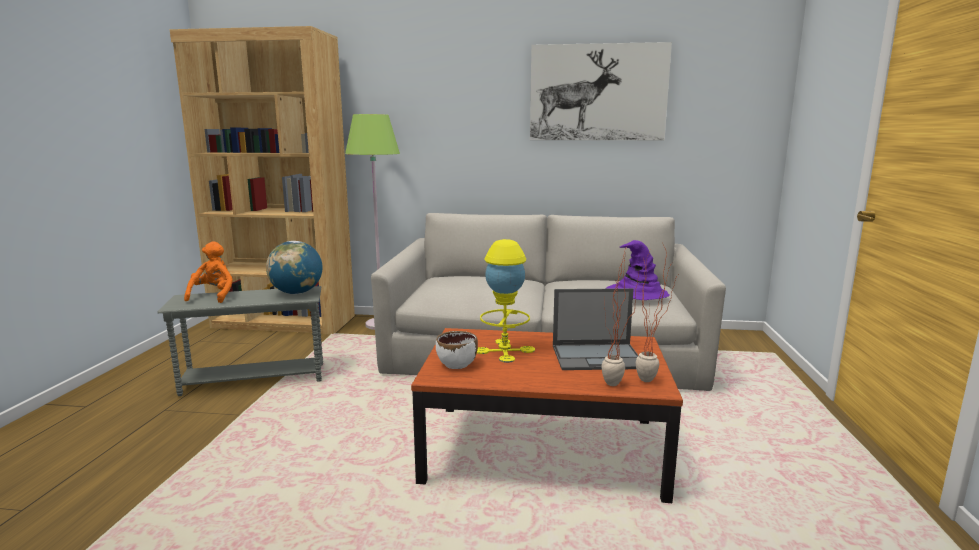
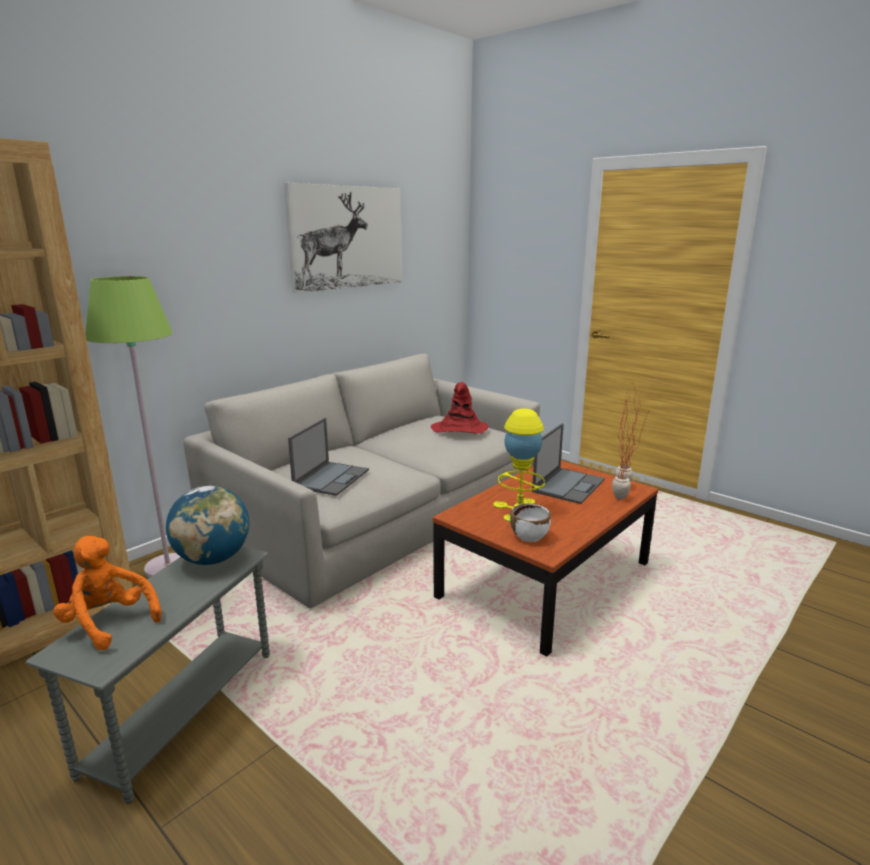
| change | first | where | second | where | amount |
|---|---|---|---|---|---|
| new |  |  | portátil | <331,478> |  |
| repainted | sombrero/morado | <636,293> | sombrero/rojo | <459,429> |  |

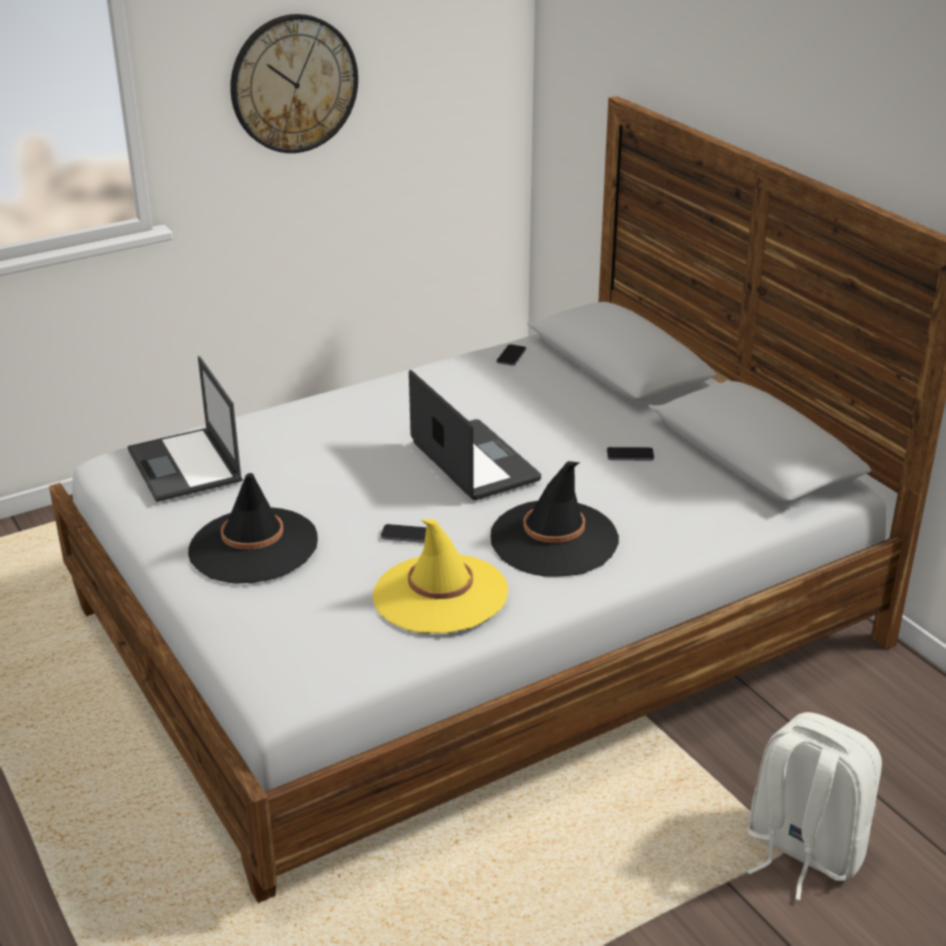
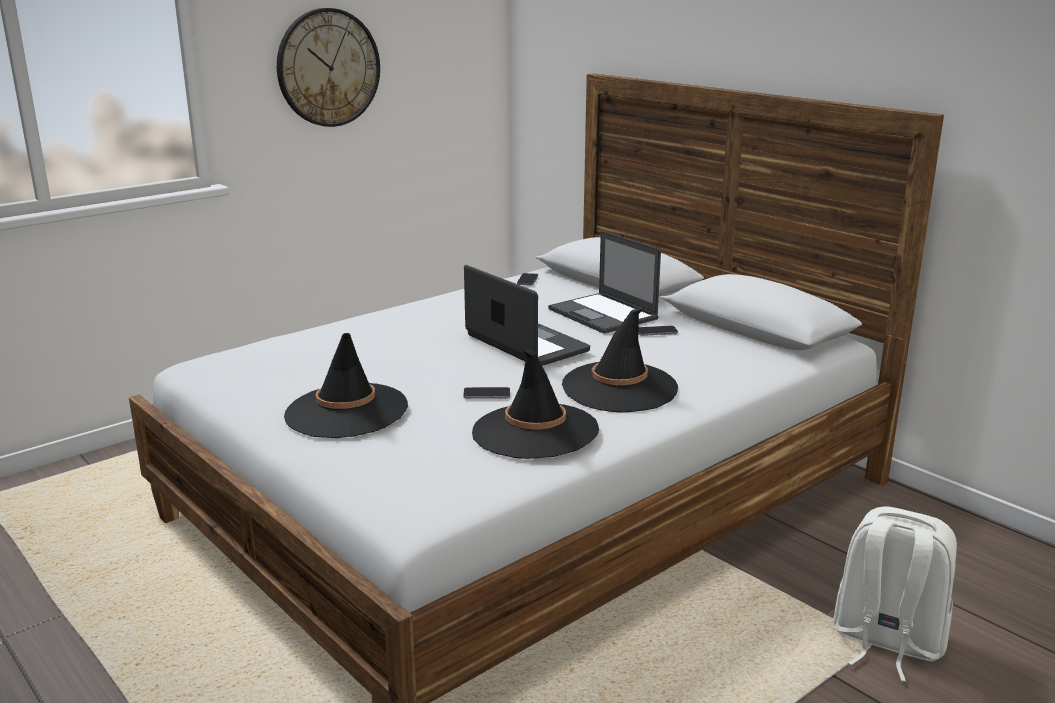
| change | first | where | second | where | amount |
|---|---|---|---|---|---|
| repainted | sombrero/amarillo | <440,594> | sombrero/negro | <535,431> |  |
| shifted | portátil | <185,466> |  | <604,314> |  |

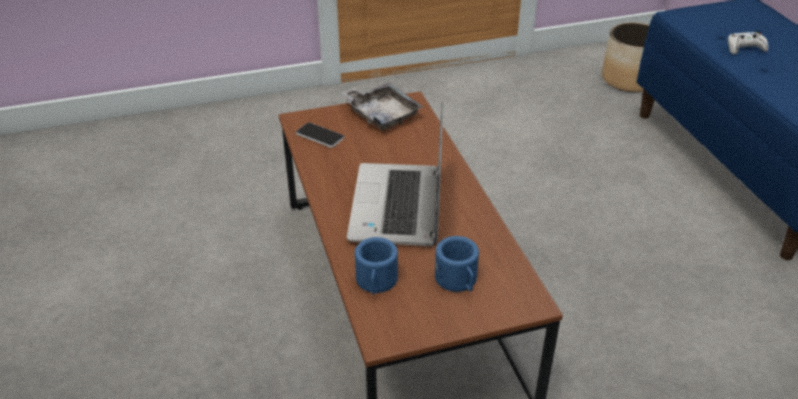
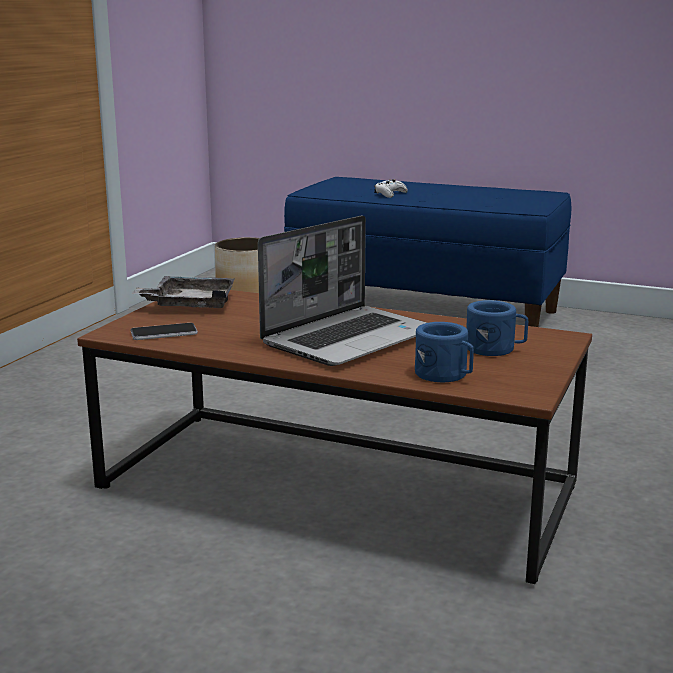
| change | first | where | second | where | amount |
|---|---|---|---|---|---|
| rotated | portátil | <398,207> |  | <350,338> | 90 degrees counterclockwise |

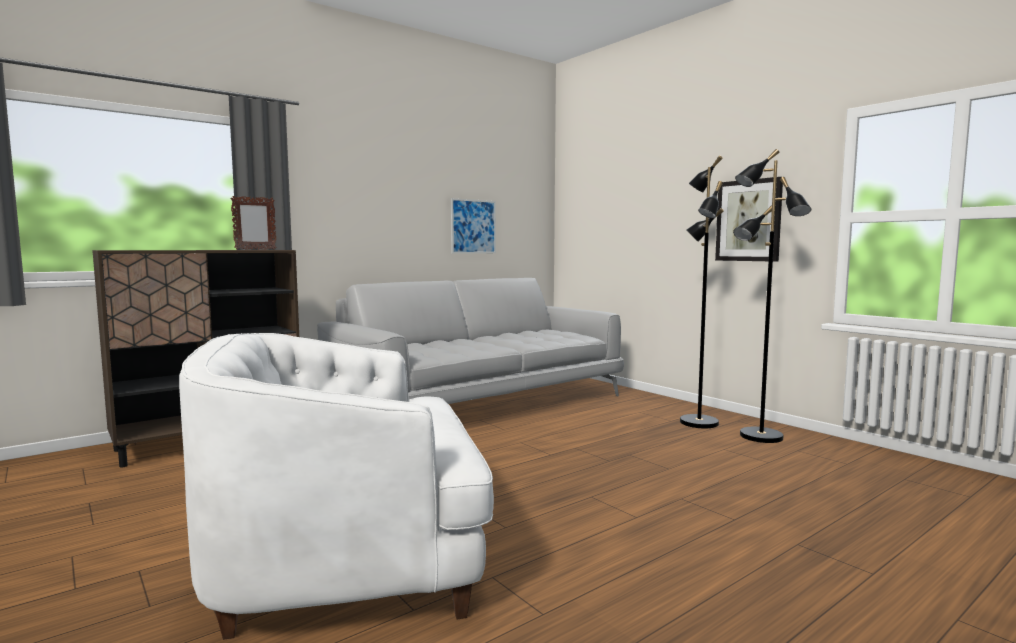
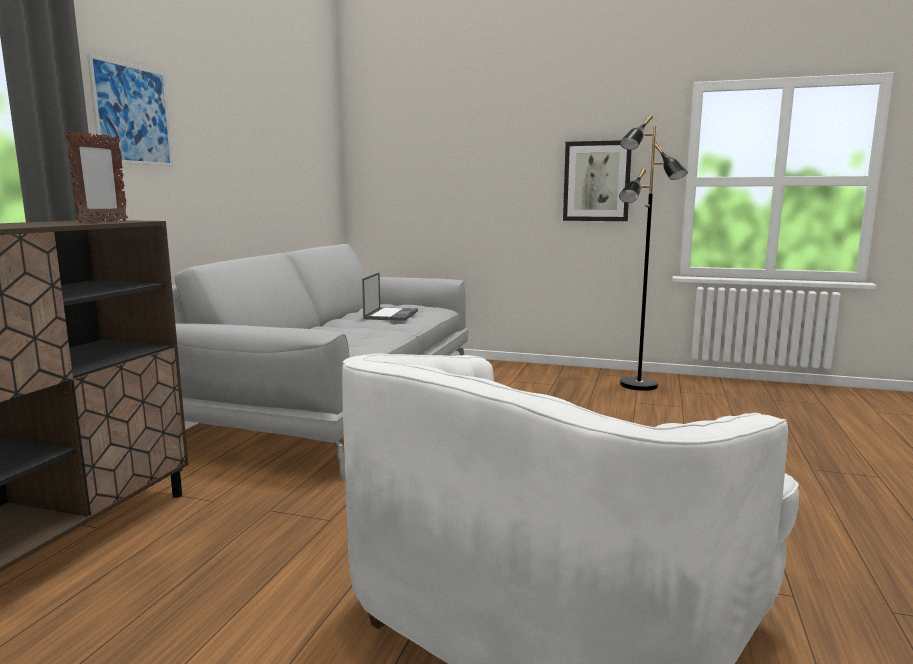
| change | first | where | second | where | amount |
|---|---|---|---|---|---|
| shifted | cuadro | <473,226> |  | <132,115> |  |
| new |  |  | portátil | <391,315> |  |
| gone | lámpara de pie/negro | <697,422> |  |  |  |

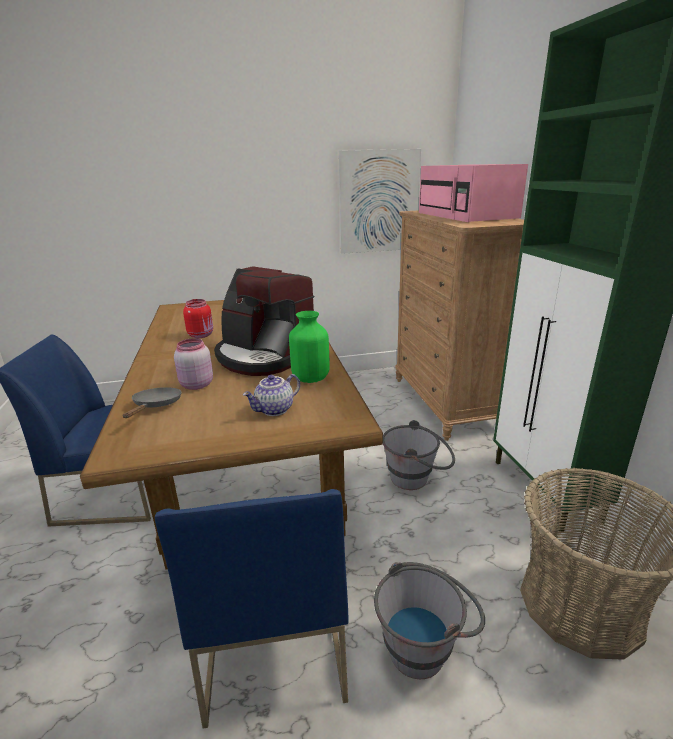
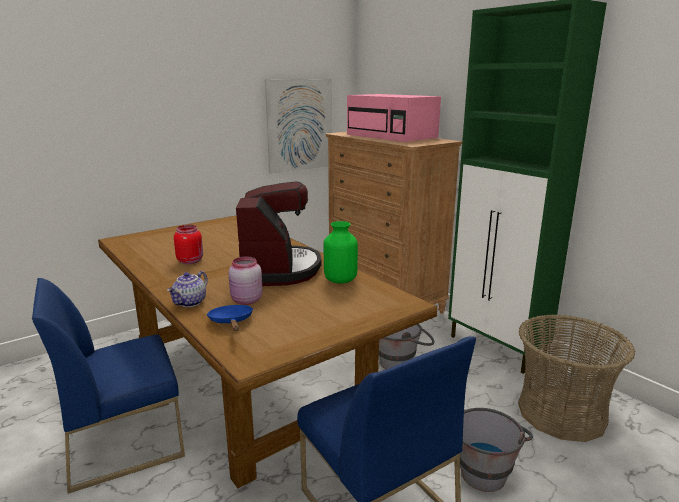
| change | first | where | second | where | amount |
|---|---|---|---|---|---|
| shifted | tetera | <274,410> |  | <190,303> |  |
| repainted | sartén/gris | <156,406> | sartén/azul | <231,322> |  |
| rotated | cafetera | <264,356> |  | <278,270> | 105 degrees counterclockwise |

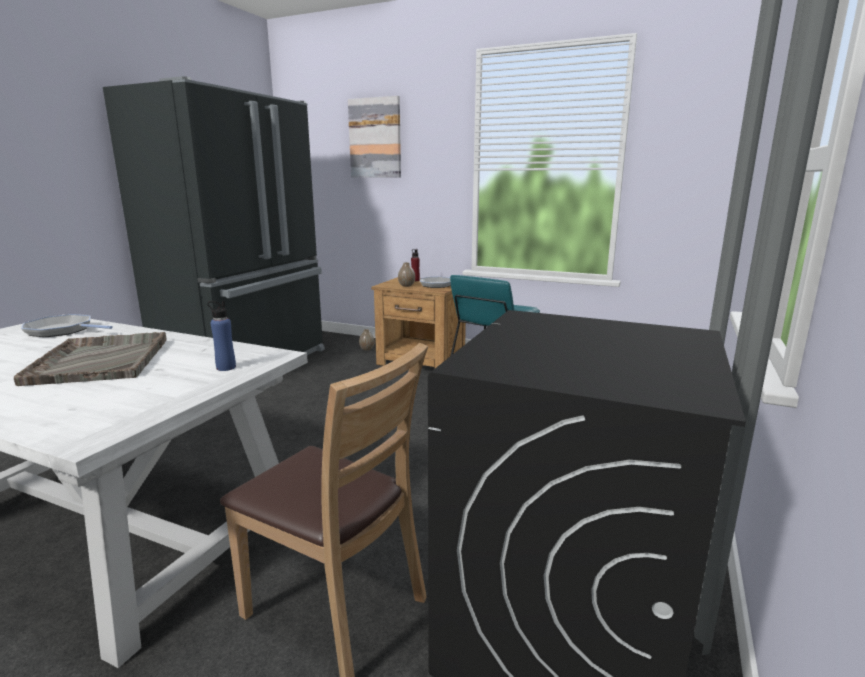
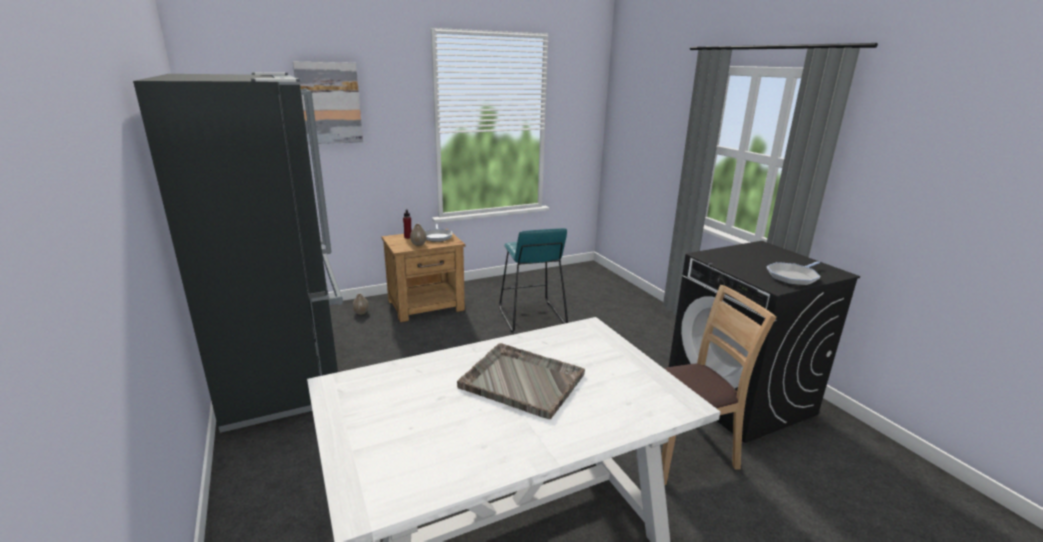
| change | first | where | second | where | amount |
|---|---|---|---|---|---|
| shifted | sartén | <62,330> |  | <793,277> |  |
| gone | botella/azul | <226,367> |  |  |  |

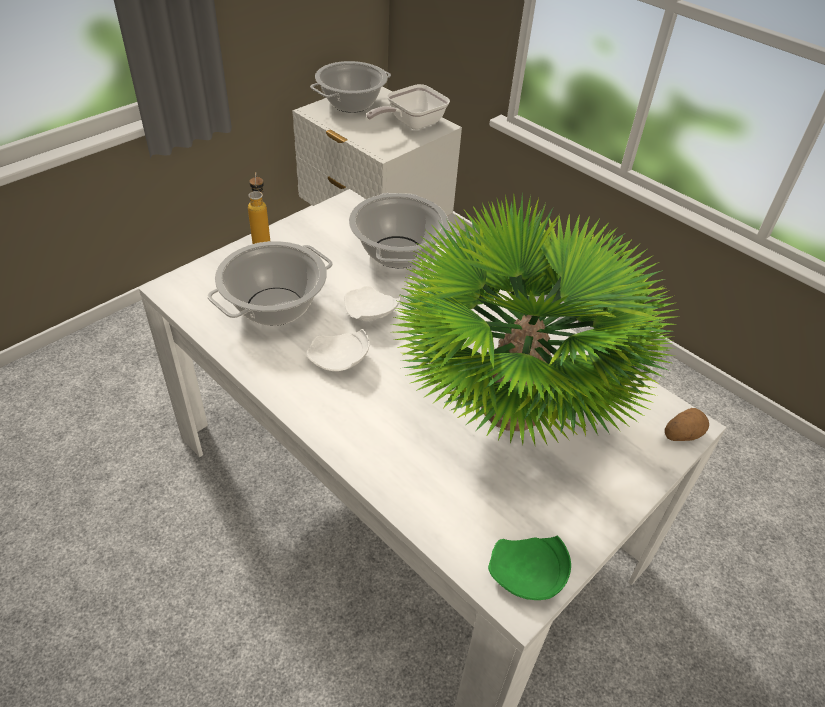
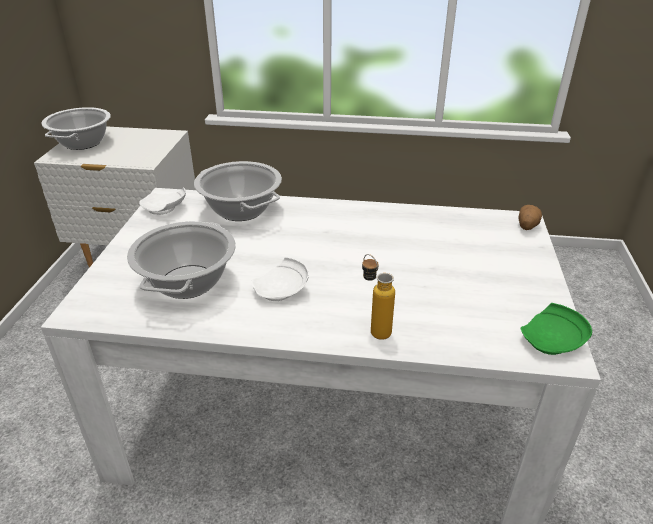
| change | first | where | second | where | amount |
|---|---|---|---|---|---|
| shifted | plato/blanco | <369,313> |  | <165,209> |  |
| shifted | botella | <262,241> |  | <374,329> |  |
| gone | sartén | <411,124> |  |  |  |
| gone | planta en maceta | <511,406> |  |  |  |

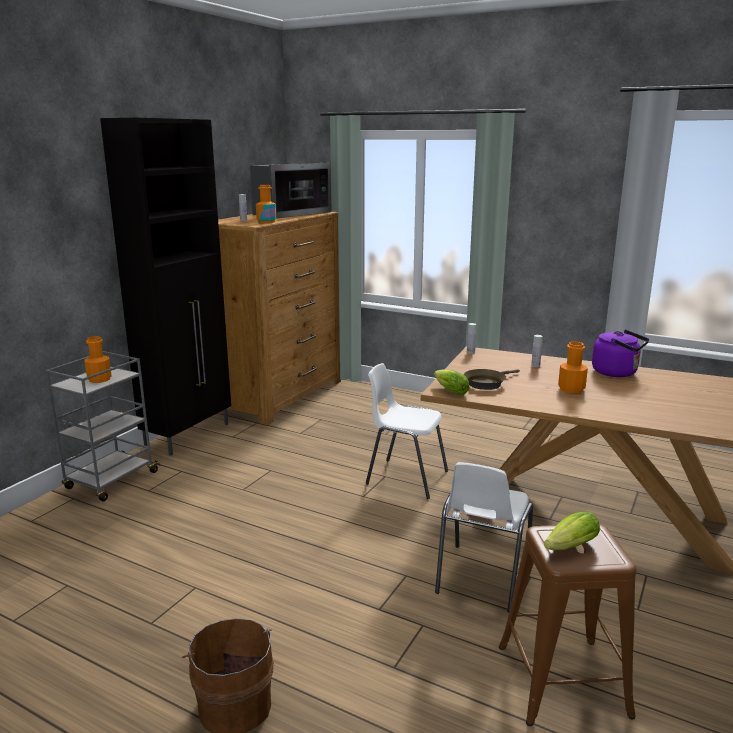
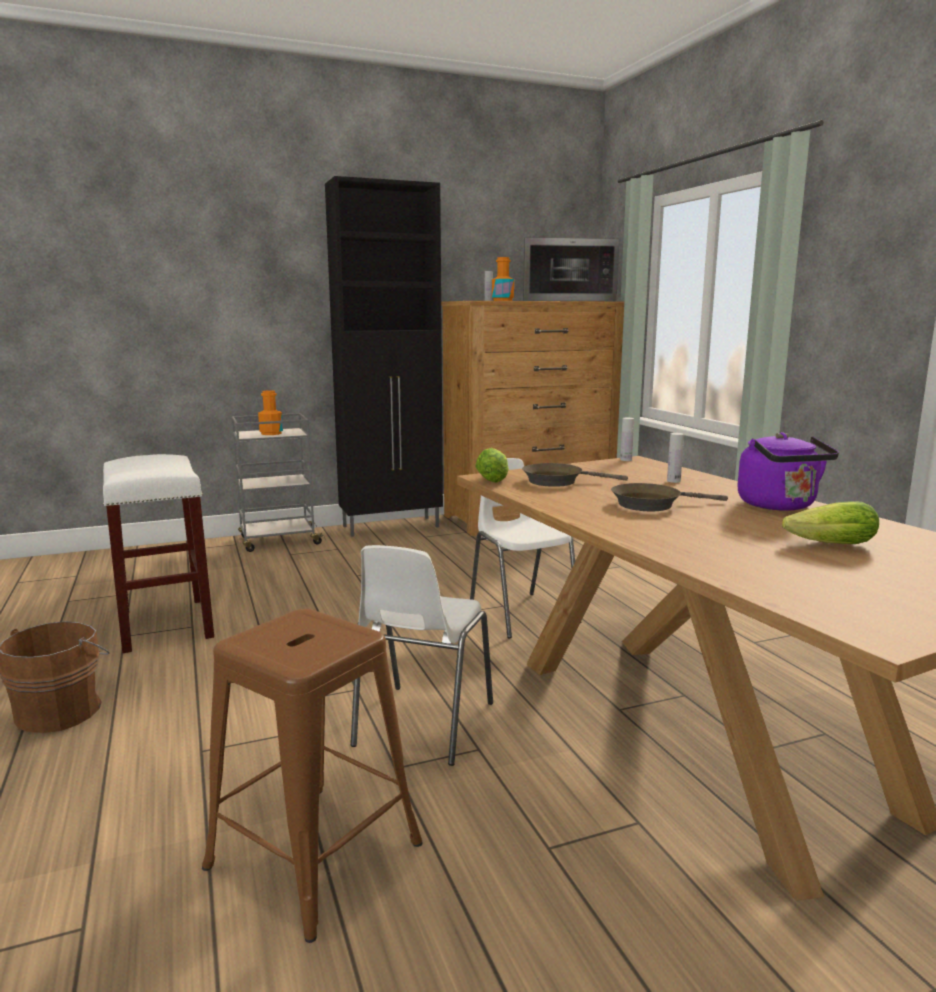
| change | first | where | second | where | amount |
|---|---|---|---|---|---|
| new |  |  | taburete/blanco | <164,624> |  |
| rotated | silla/blanco | <481,579> |  | <421,725> | 45 degrees counterclockwise |
| swapped | botella/naranja | <571,389> | sartén/marrón | <651,504> |  |
| shifted | lechuga | <568,548> |  | <826,544> |  |

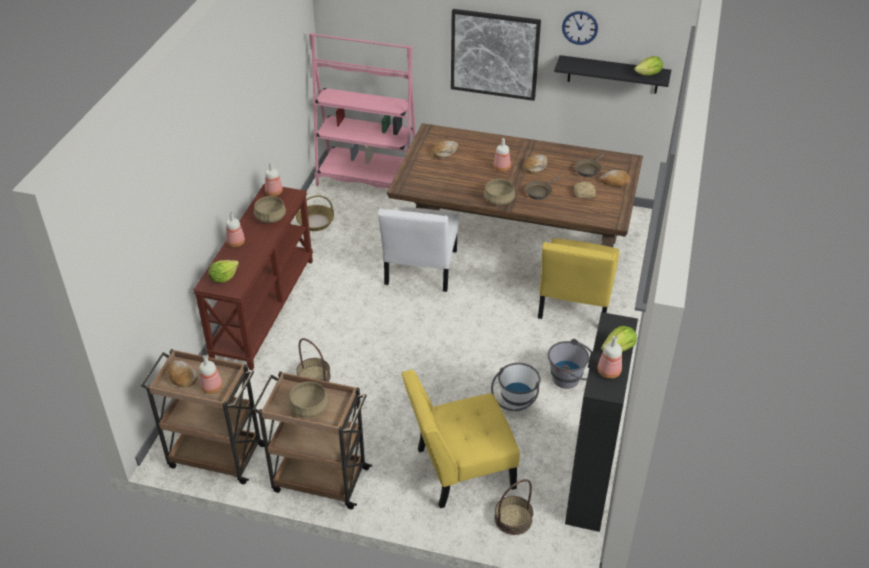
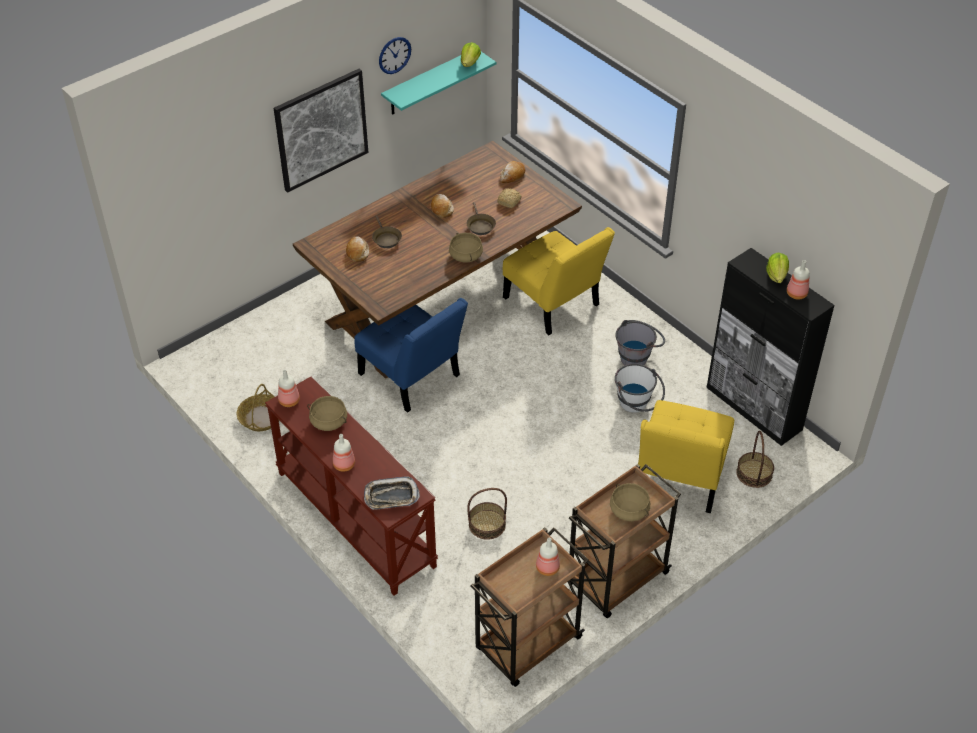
| change | first | where | second | where | amount |
|---|---|---|---|---|---|
| repainted | silla/blanco | <420,271> | silla/azul | <412,378> |  |
| swapped | lechuga | <223,278> | bandeja | <391,496> |  |
| shifted | sartén/marrón | <588,170> |  | <386,239> |  |
| repainted | estante/negro | <613,74> | estante/turquesa | <429,82> |  |
| gone | pan | <182,377> |  |  |  |
| gone | estantería/rosa | <367,179> |  |  |  |
| gone | botella | <502,168> |  |  |  |

